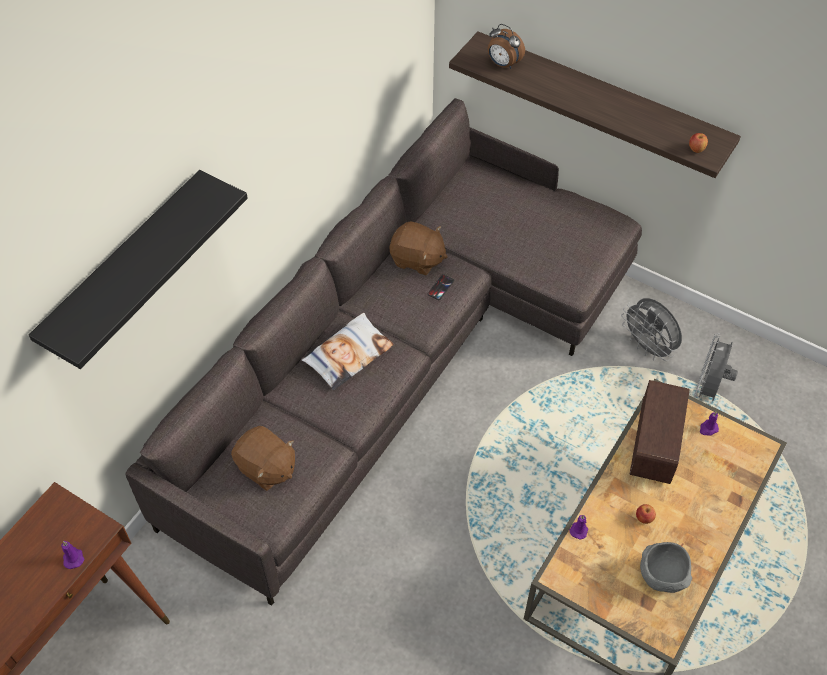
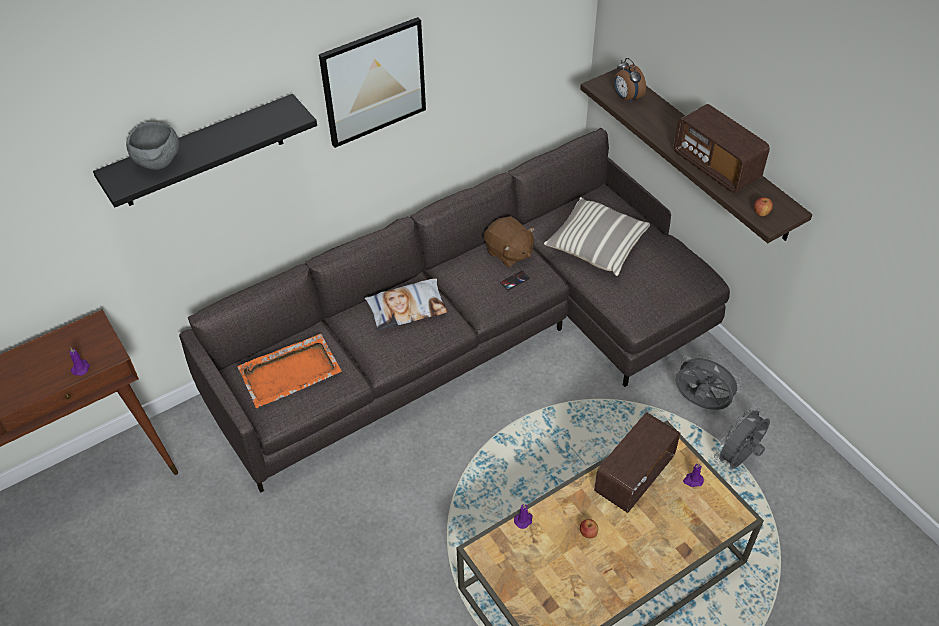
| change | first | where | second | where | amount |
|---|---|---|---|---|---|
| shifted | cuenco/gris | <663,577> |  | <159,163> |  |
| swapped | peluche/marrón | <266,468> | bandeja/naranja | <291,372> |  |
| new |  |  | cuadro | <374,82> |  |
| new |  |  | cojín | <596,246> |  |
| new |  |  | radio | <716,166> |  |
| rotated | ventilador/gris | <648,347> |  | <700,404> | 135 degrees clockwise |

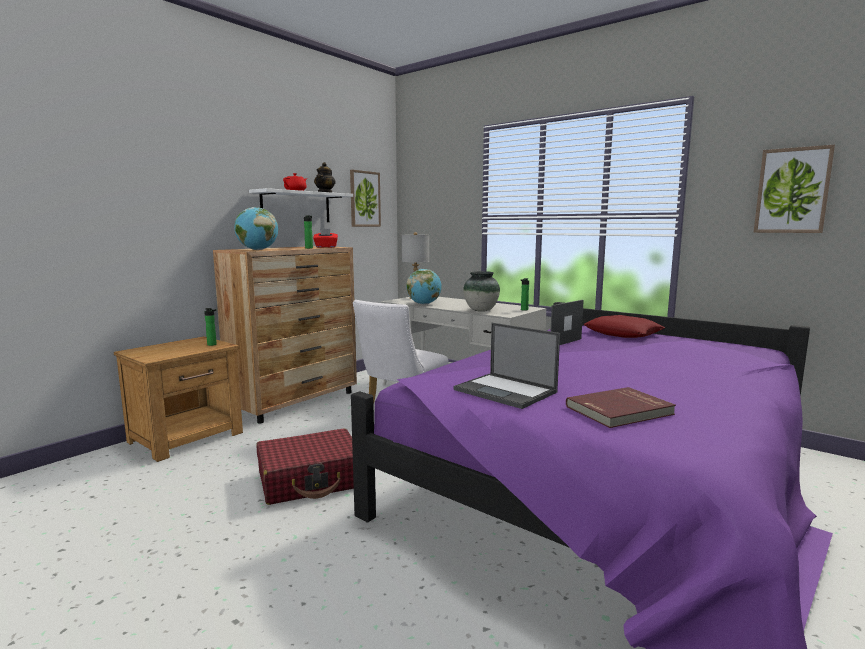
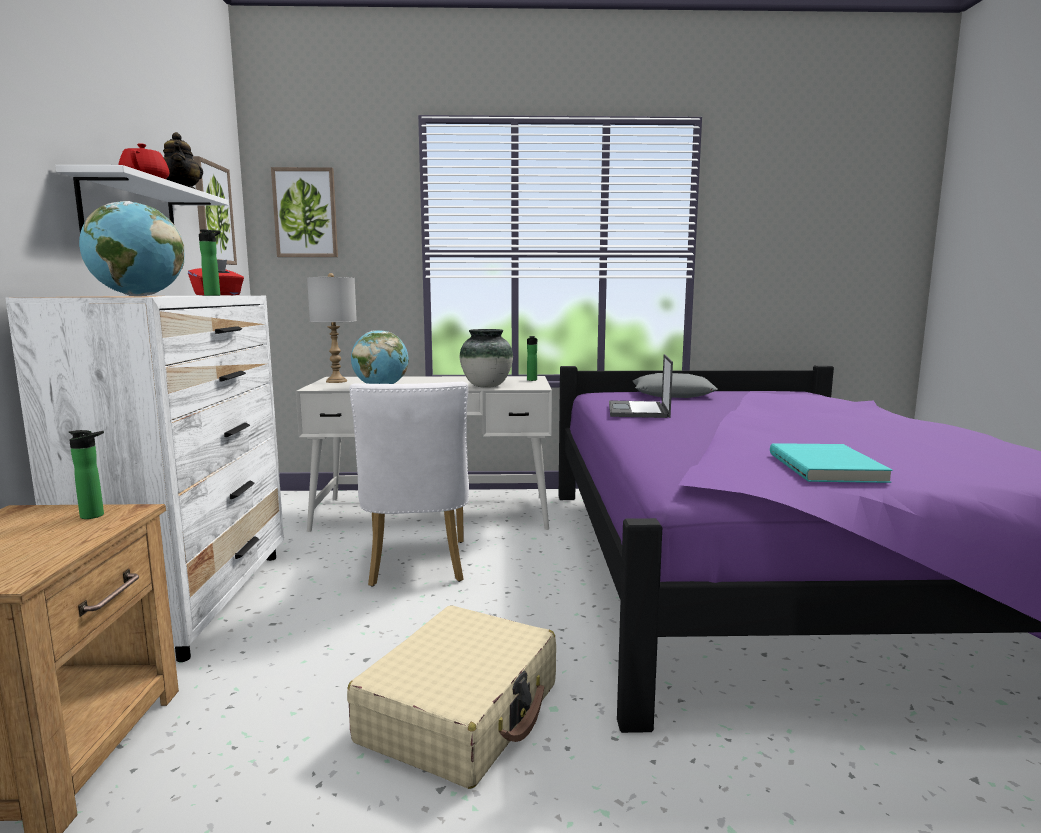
| change | first | where | second | where | amount |
|---|---|---|---|---|---|
| repainted | cómoda/marrón | <296,401> | cómoda/blanco | <194,600> |  |
| shifted | cuadro | <792,191> |  | <305,213> |  |
| repainted | maleta/rojo | <311,479> | maleta/beis | <461,712> |  |
| repainted | cojín/rojo | <623,333> | cojín/gris | <673,394> |  |
| swapped | portátil | <506,391> | libro/turquesa | <828,467> |  |
| gone | libro/rojo | <620,411> |  |  |  |

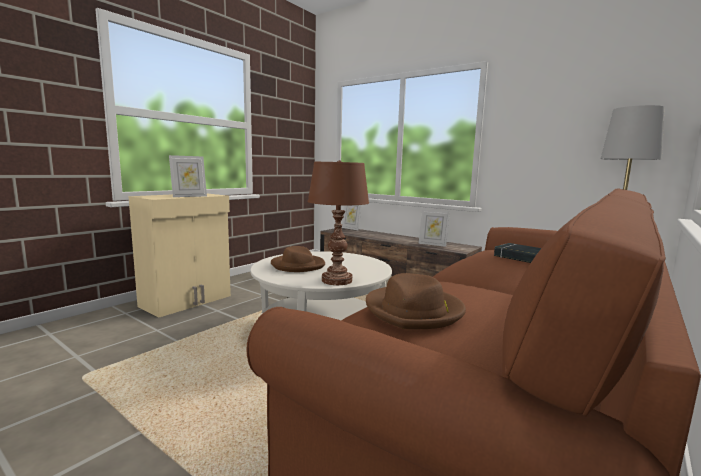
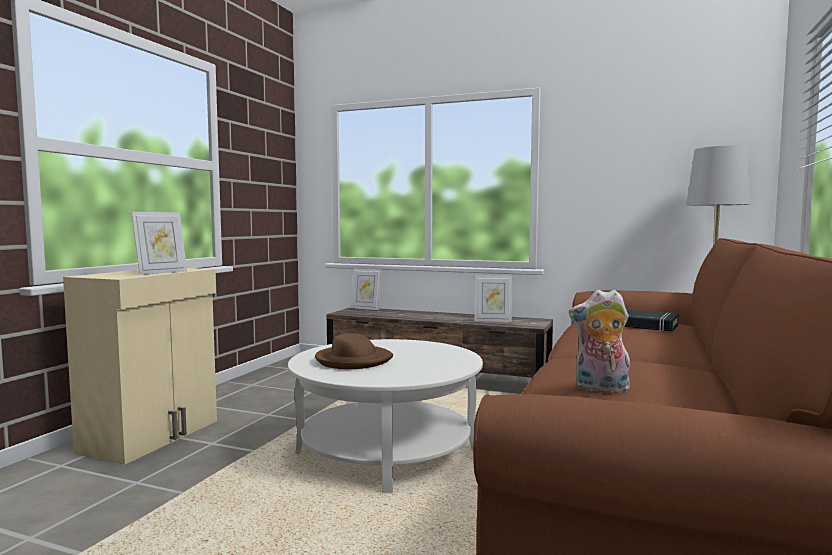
| change | first | where | second | where | amount |
|---|---|---|---|---|---|
| swapped | sombrero/marrón | <414,311> | peluche | <600,389> |  |
| gone | lámpara de mesa/marrón | <336,280> |  |  |  |

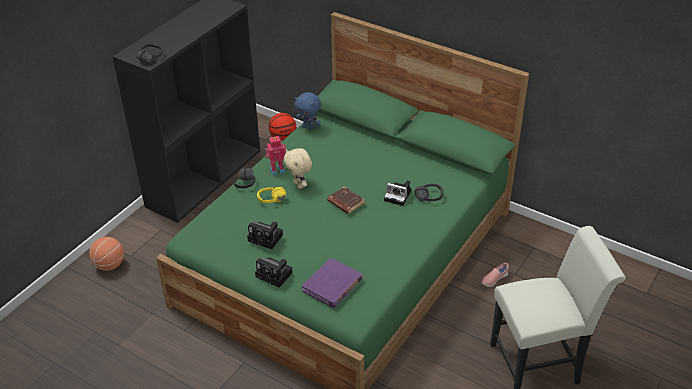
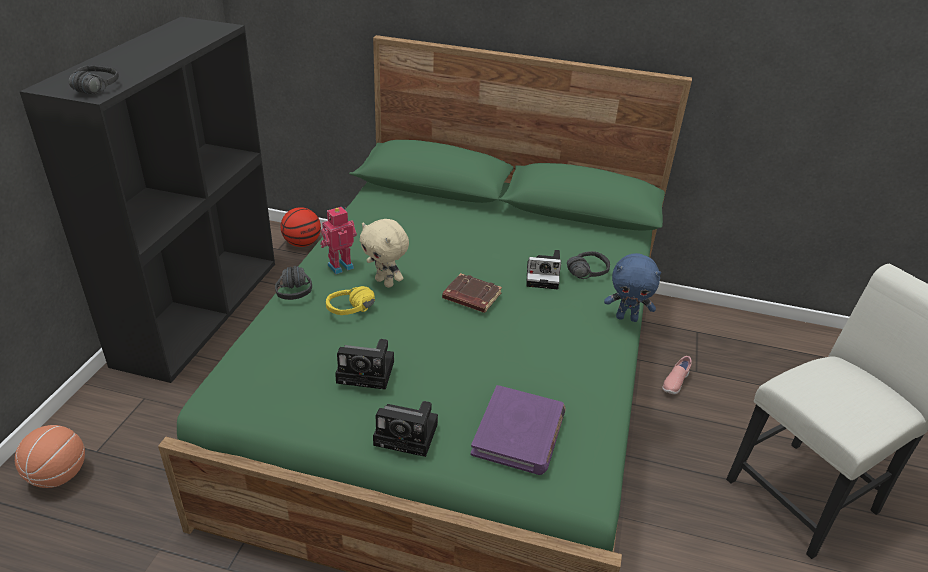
| change | first | where | second | where | amount |
|---|---|---|---|---|---|
| shifted | peluche/azul | <309,127> |  | <627,318> |  |

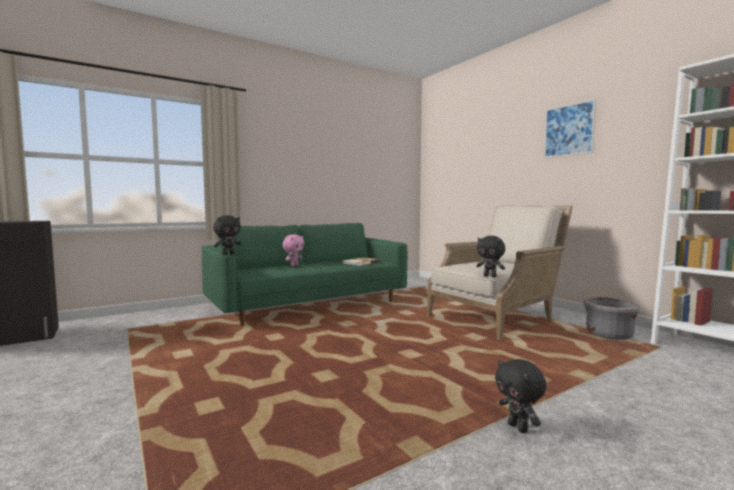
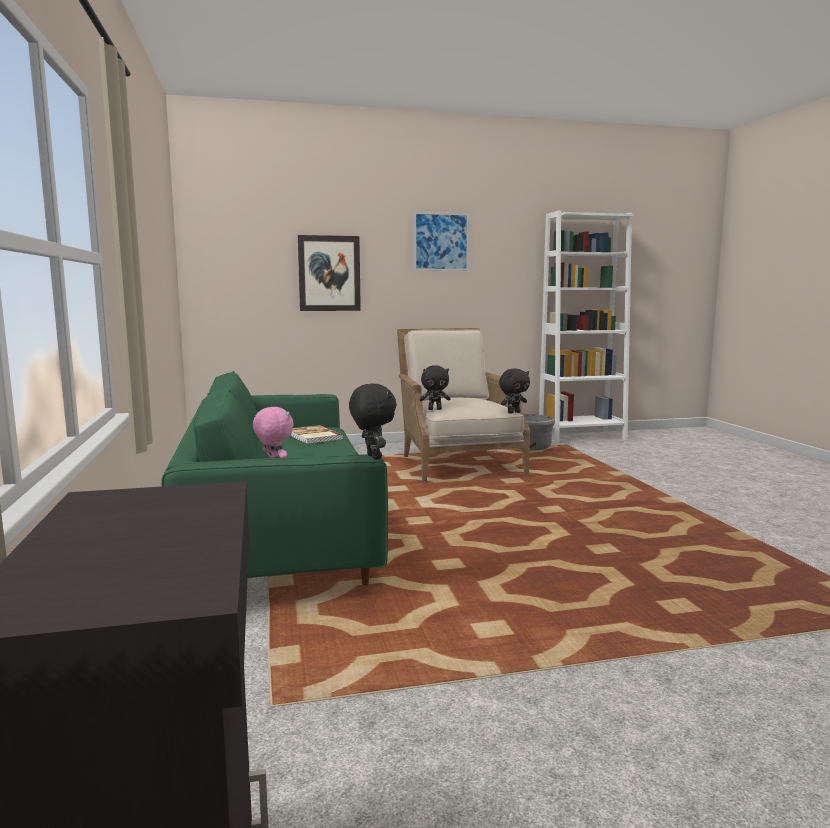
| change | first | where | second | where | amount |
|---|---|---|---|---|---|
| new |  |  | cuadro | <329,273> |  |
| shifted | peluche/negro | <518,428> |  | <435,409> |  |

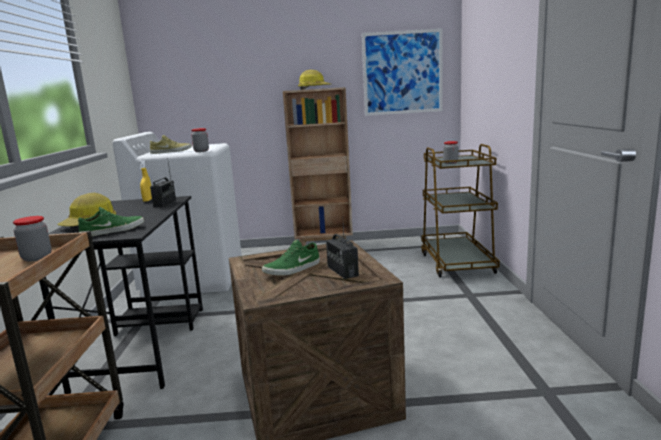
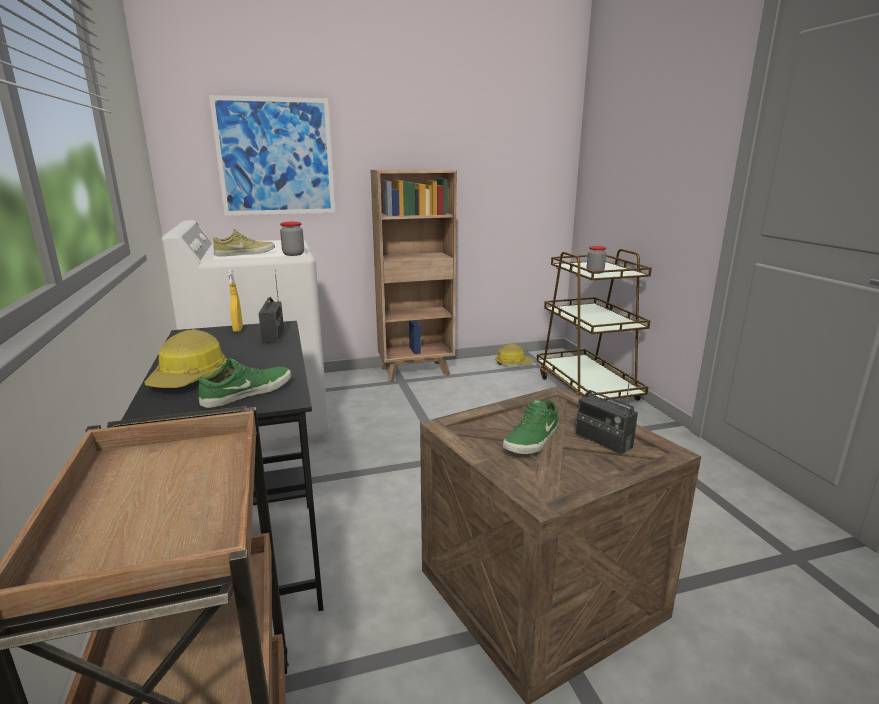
| change | first | where | second | where | amount |
|---|---|---|---|---|---|
| shifted | cuadro | <402,73> |  | <275,157> |  |
| shifted | casco | <314,88> |  | <513,363> |  |
| gone | tarro | <37,258> |  |  |  |

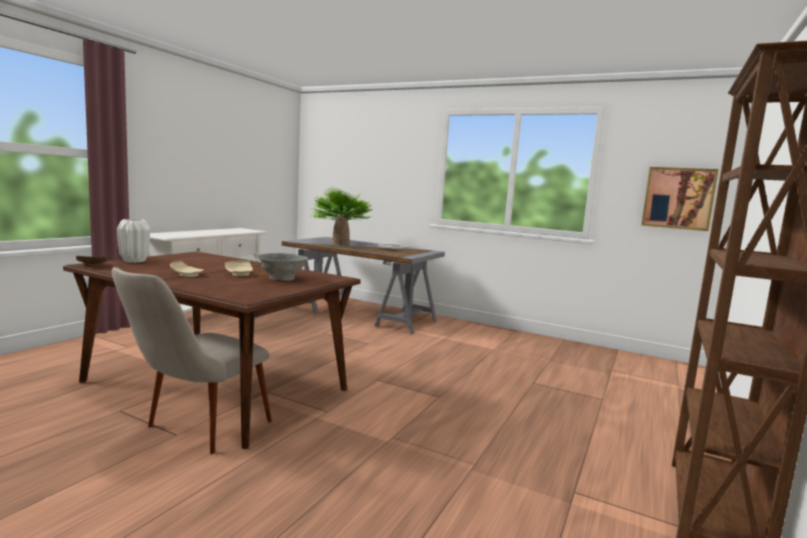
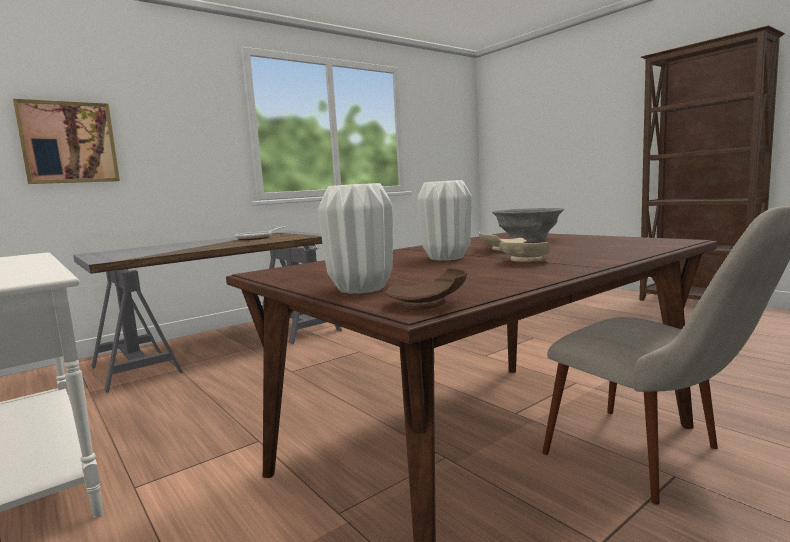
| change | first | where | second | where | amount |
|---|---|---|---|---|---|
| shifted | cuadro | <678,198> |  | <69,143> |  |
| new |  |  | florero/blanco | <446,258> |  |
| gone | planta en maceta | <340,243> |  |  |  |

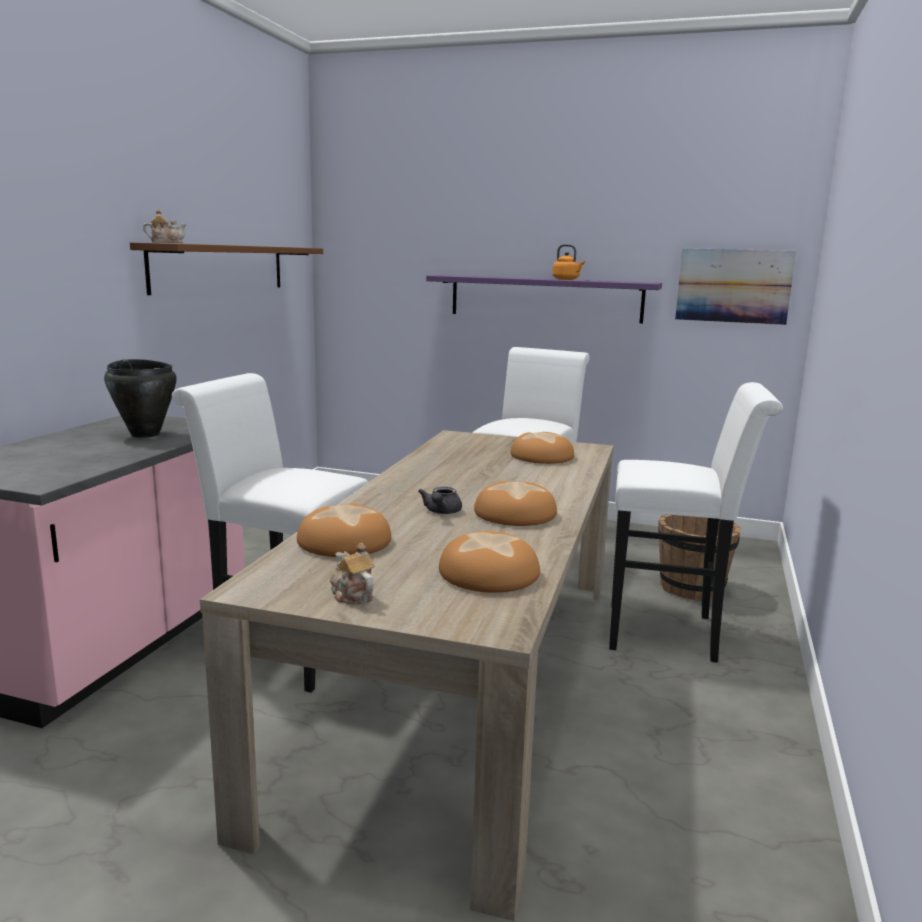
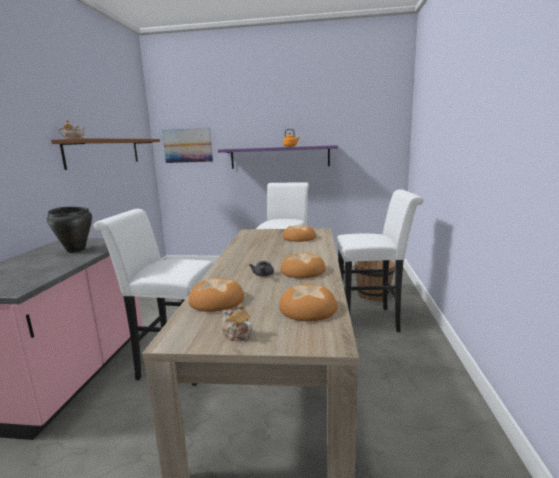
| change | first | where | second | where | amount |
|---|---|---|---|---|---|
| shifted | cuadro | <733,286> |  | <187,145> |  |

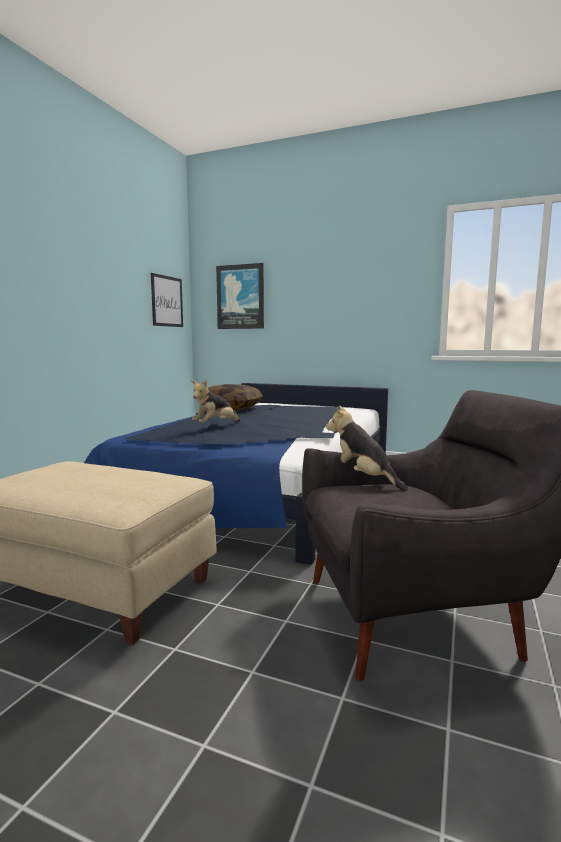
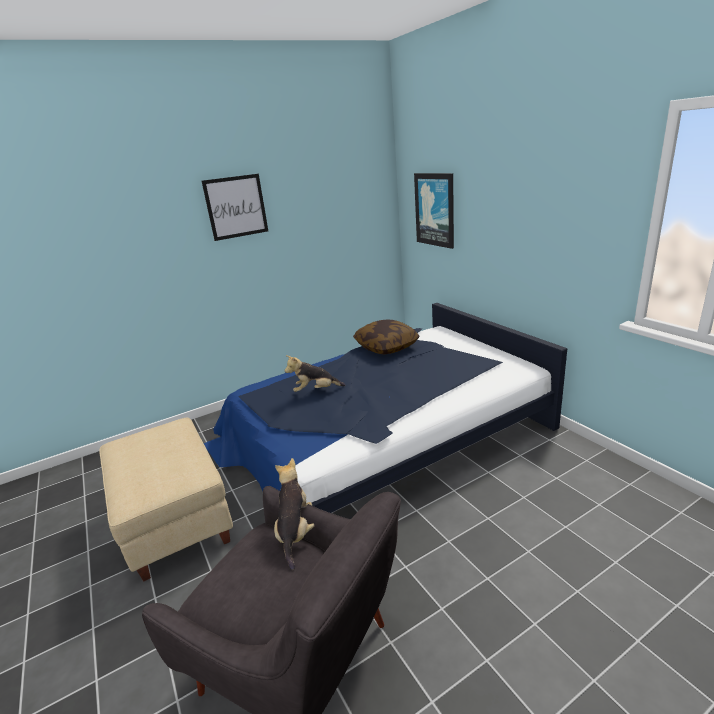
| change | first | where | second | where | amount |
|---|---|---|---|---|---|
| shifted | cuadro | <167,301> |  | <236,207> |  |

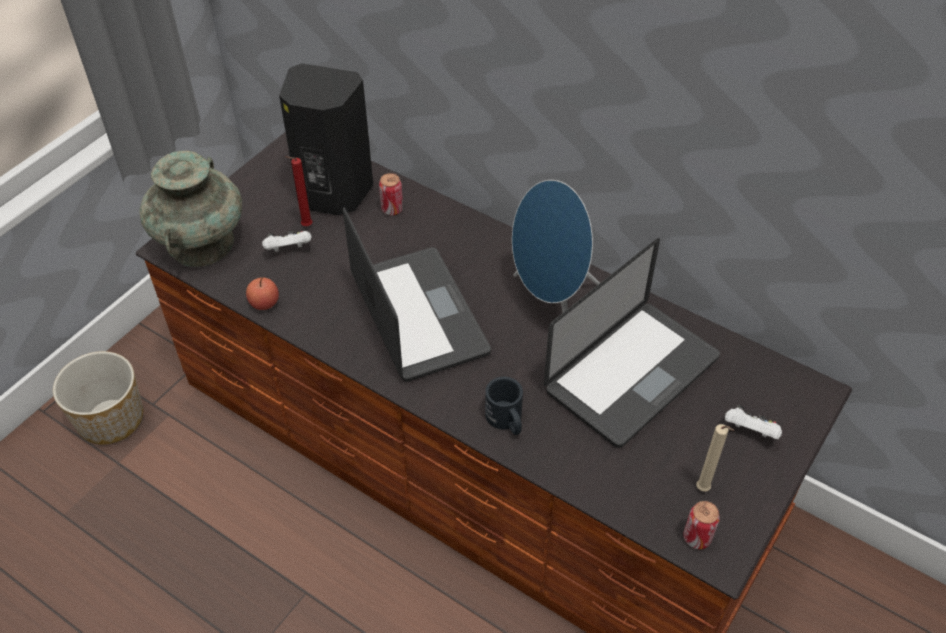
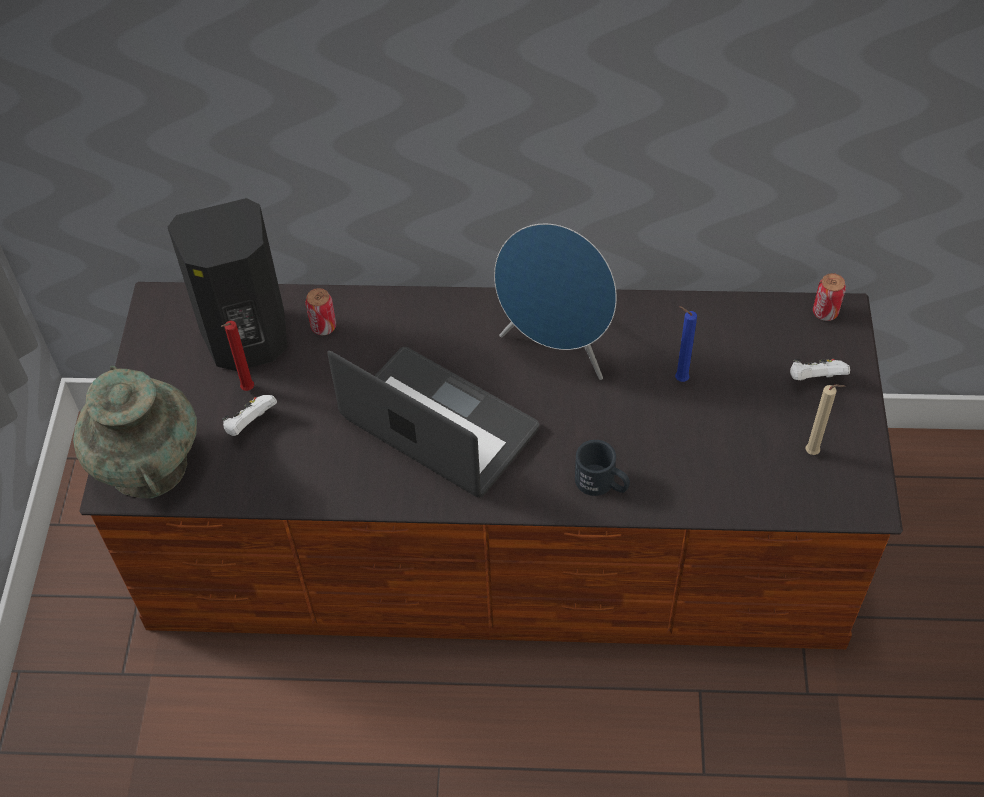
| change | first | where | second | where | amount |
|---|---|---|---|---|---|
| swapped | portátil | <632,374> | vela/azul | <679,379> |  |
| shifted | lata | <697,538> |  | <825,312> |  |
| gone | maceta | <110,420> |  |  |  |
| gone | manzana | <264,303> |  |  |  |

